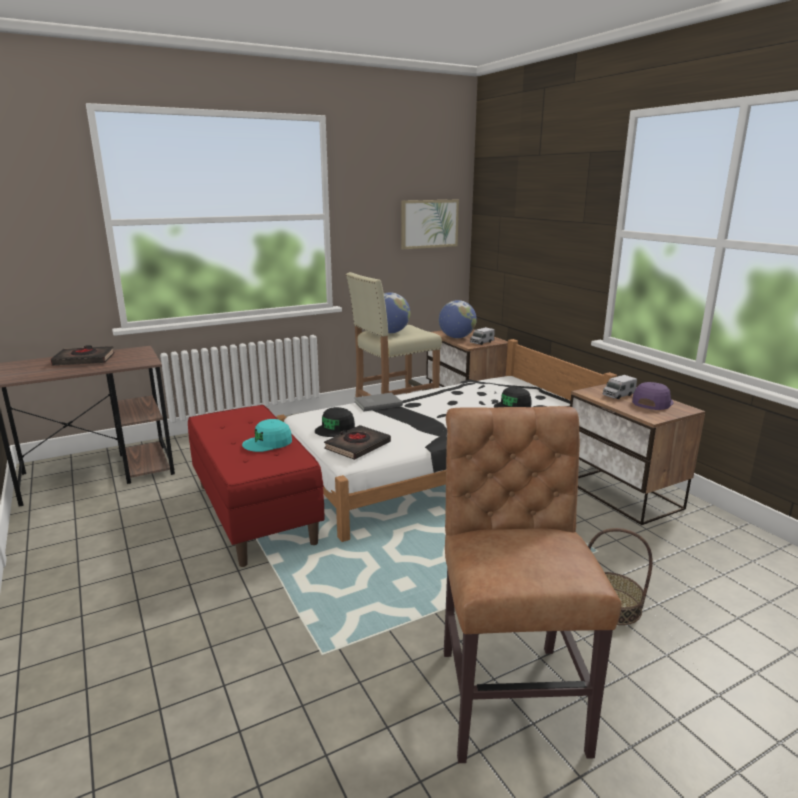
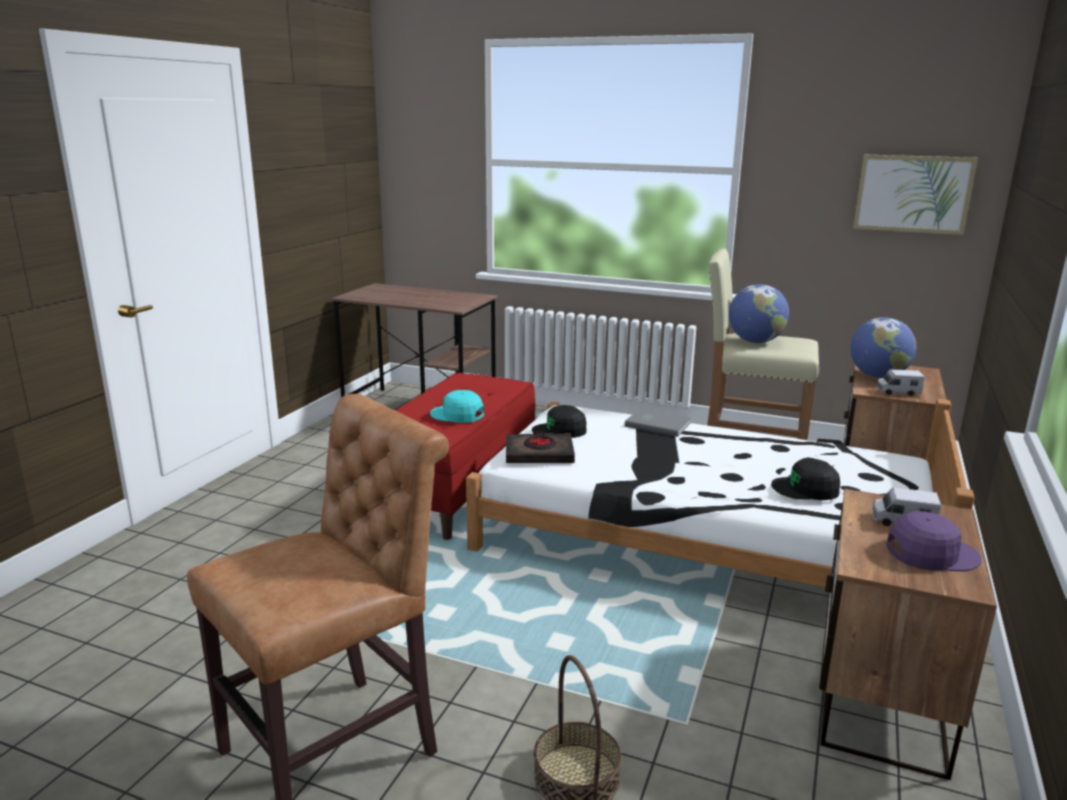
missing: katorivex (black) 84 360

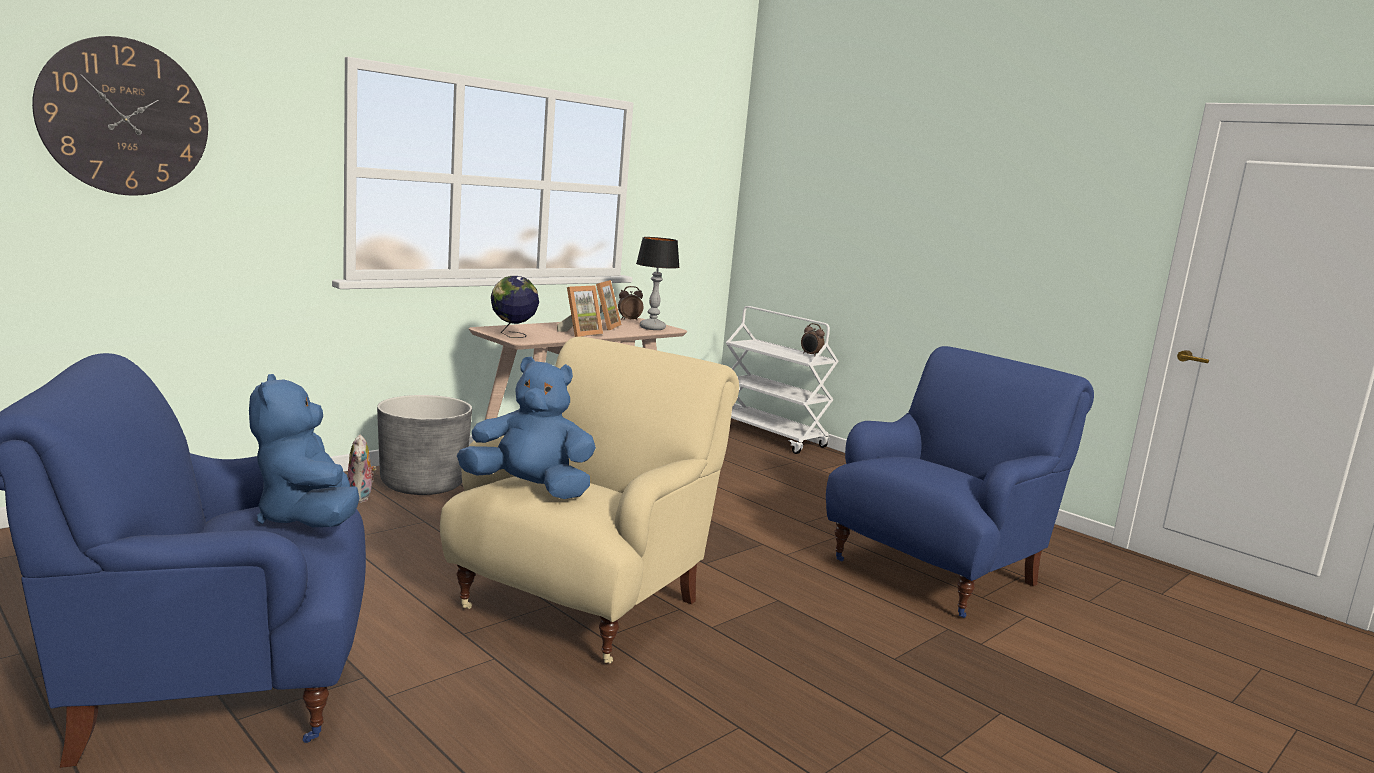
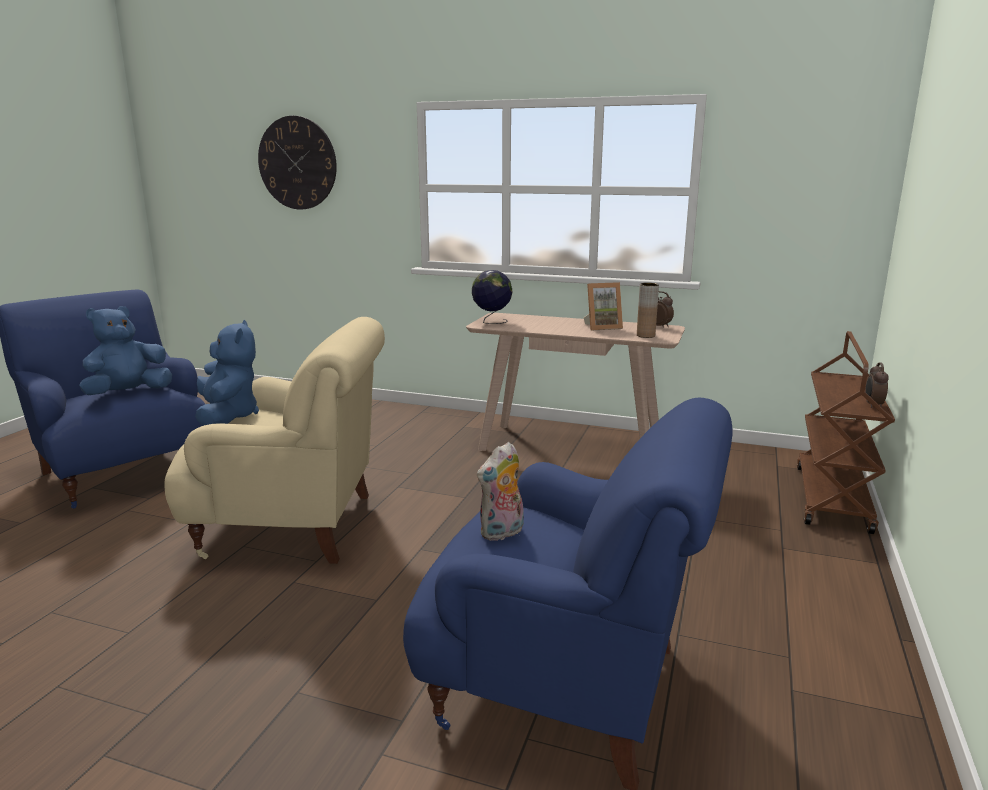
missing: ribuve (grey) 423 484; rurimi 580 333
relocated: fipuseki 360 498 to 502 533
exchanged: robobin 652 328 to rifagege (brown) 645 335
colour: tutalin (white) 771 436 to tutalin (brown) 832 499

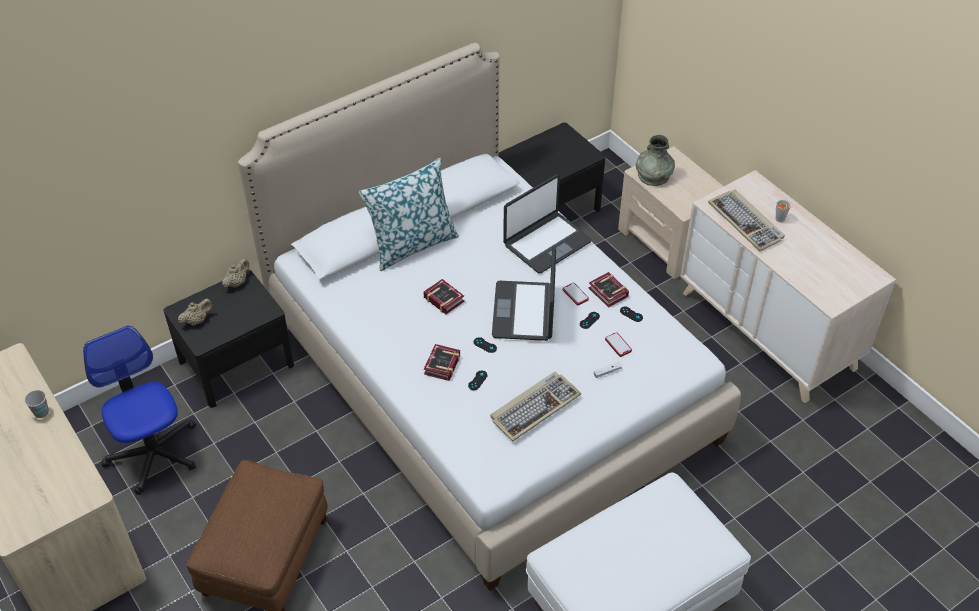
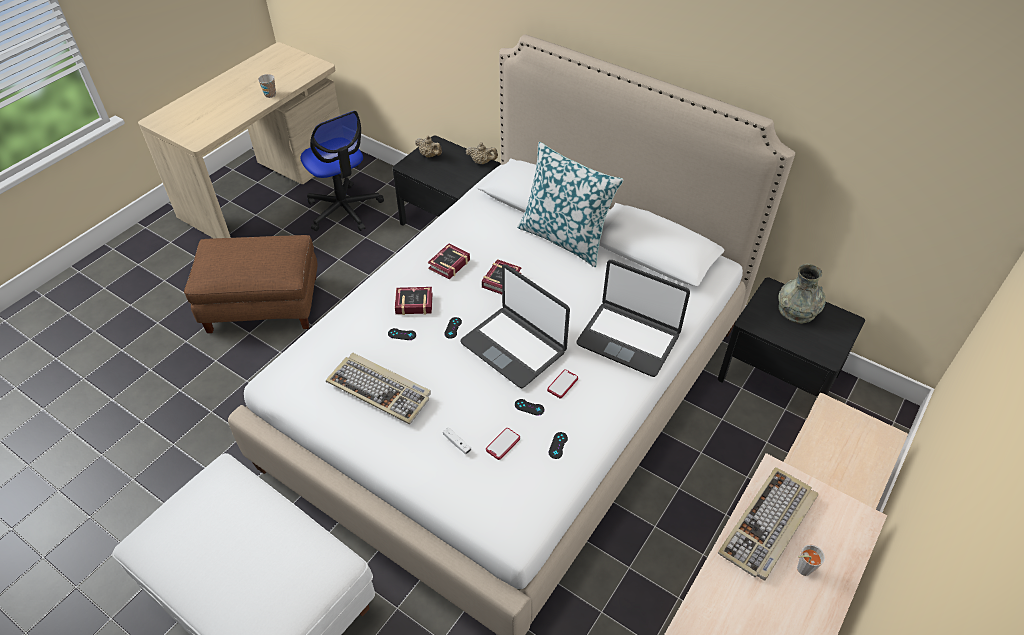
relocated: katorivex 608 294 to 447 265; rifagege (grey) 653 175 to 797 310
spun: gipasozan 154 454 = 344 210 105 degrees clockwise; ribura 524 312 = 514 347 120 degrees counterclockwise

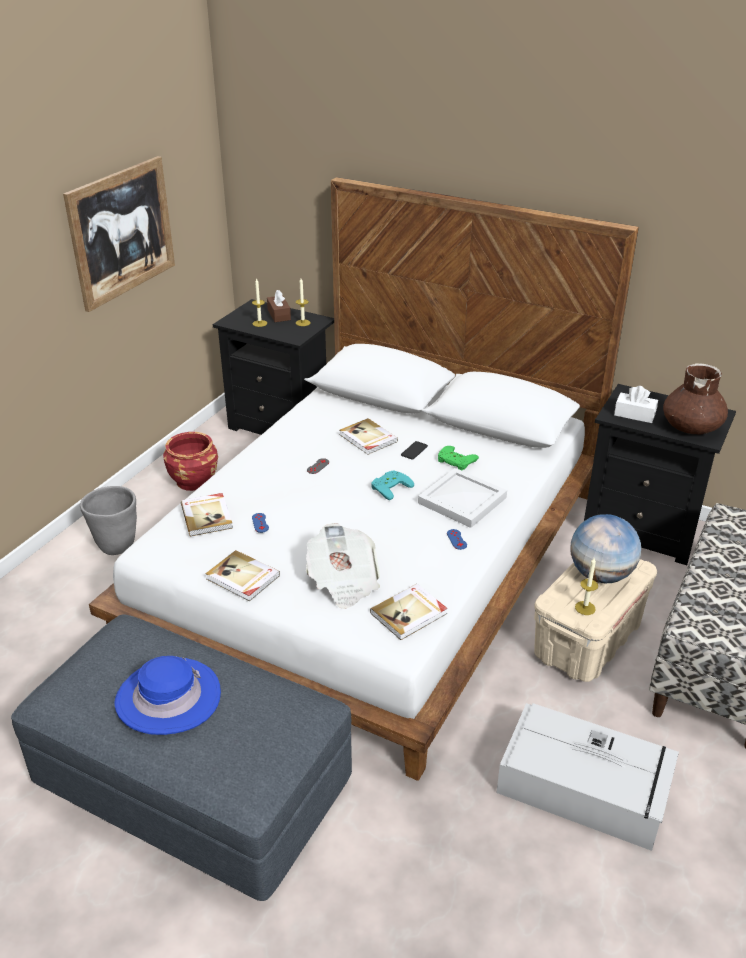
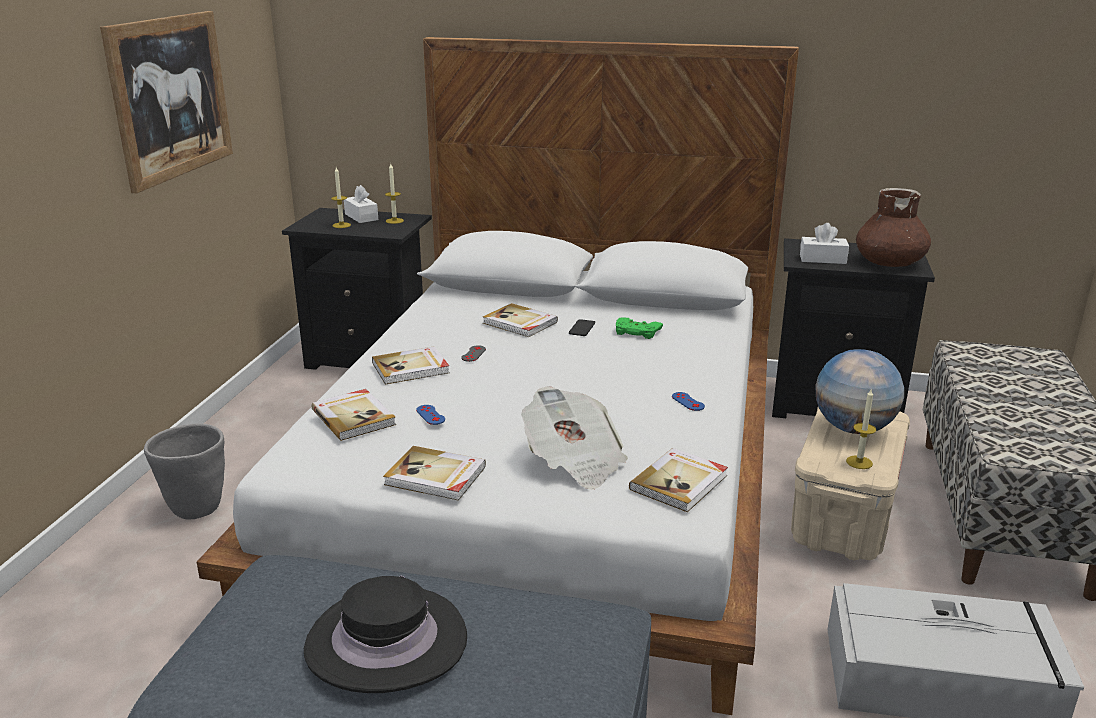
missing: ribuve (red) 193 480; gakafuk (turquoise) 389 486; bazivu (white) 460 500
appeared: katorivex 411 368
colour: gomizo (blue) 168 698 to gomizo (black) 386 642; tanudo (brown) 279 315 to tanudo (white) 361 217

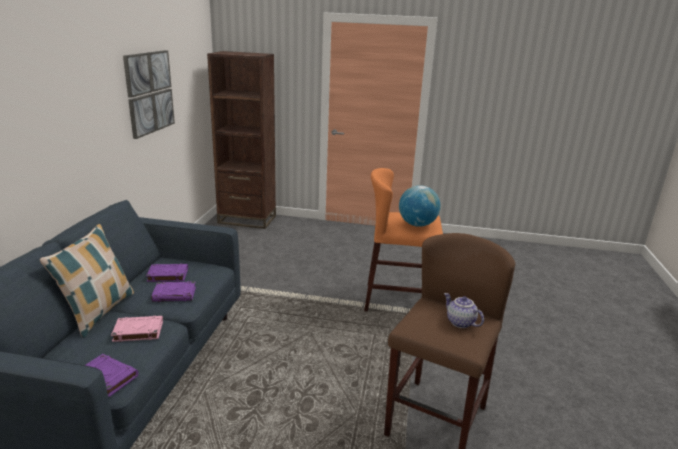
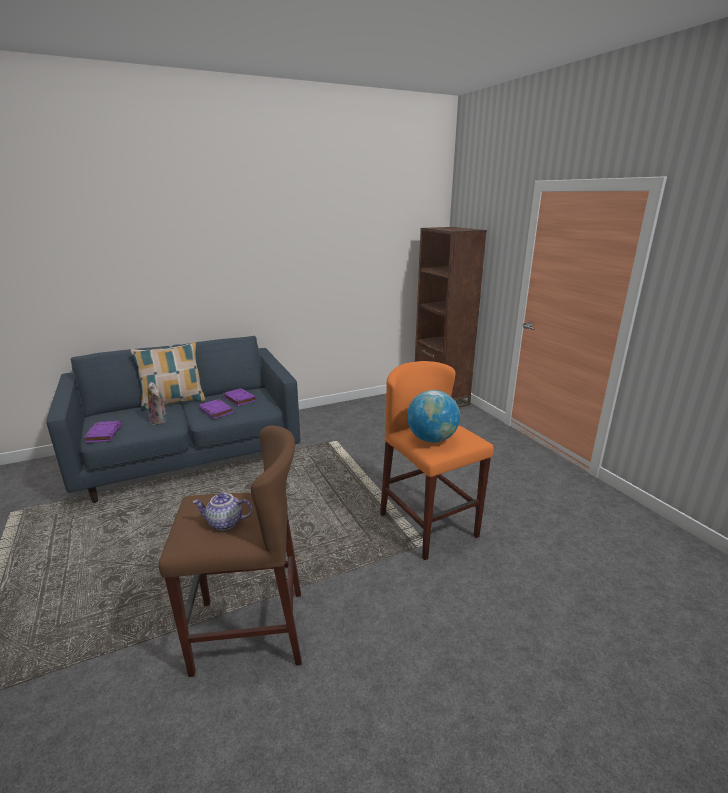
missing: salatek 149 92
exchanged: katorivex (pink) 137 331 to fipuseki 160 420
spun: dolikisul 460 322 = 224 523 105 degrees counterclockwise

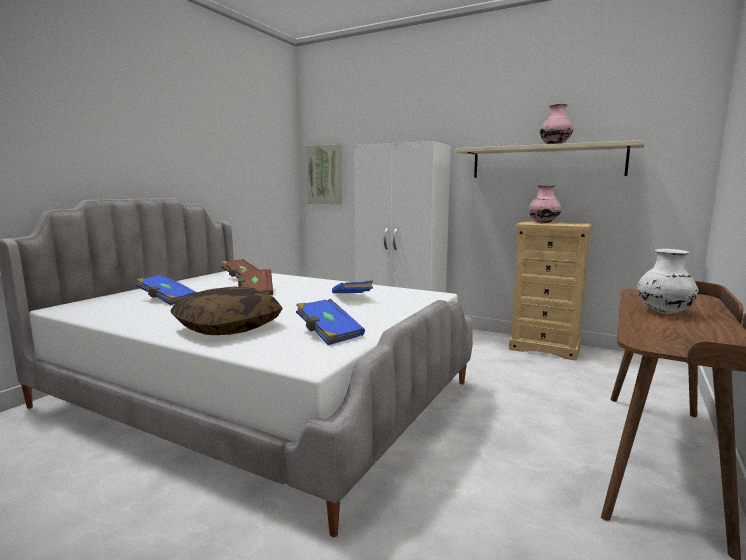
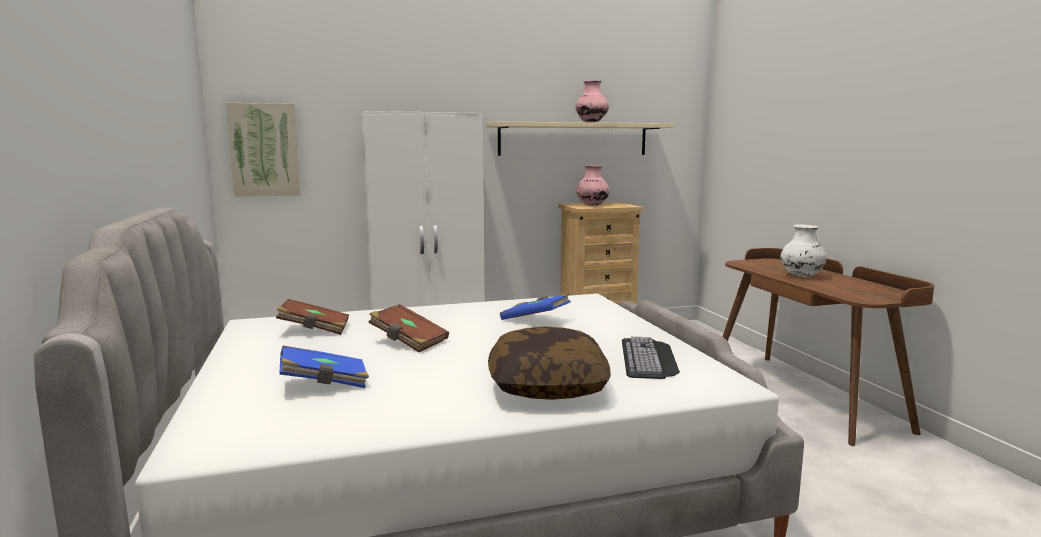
exchanged: katorivex (blue) 328 334 to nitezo 650 358

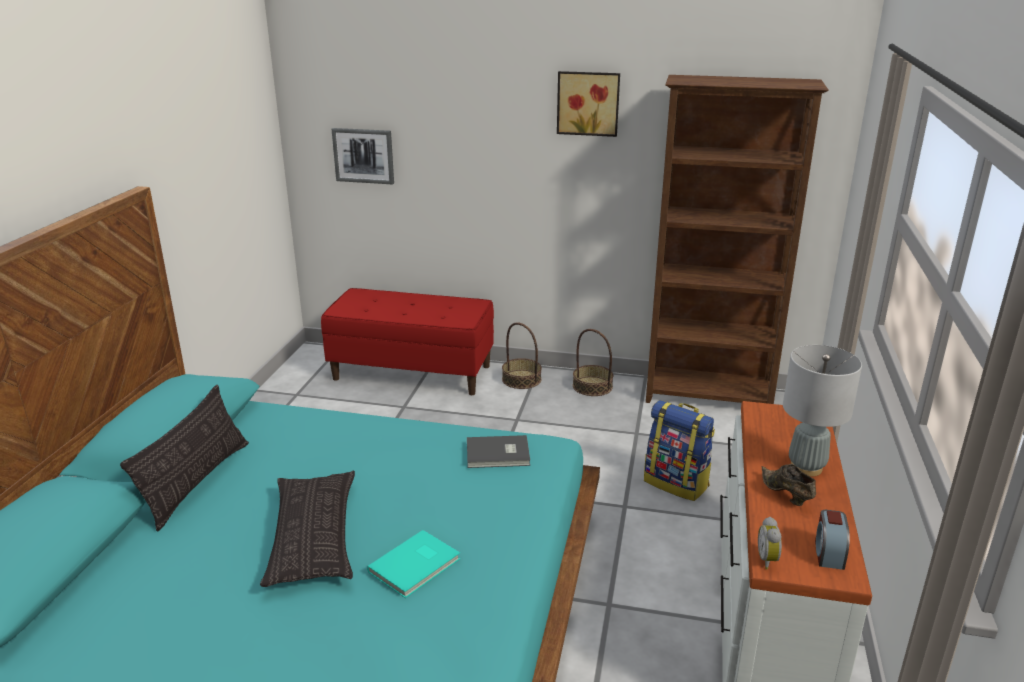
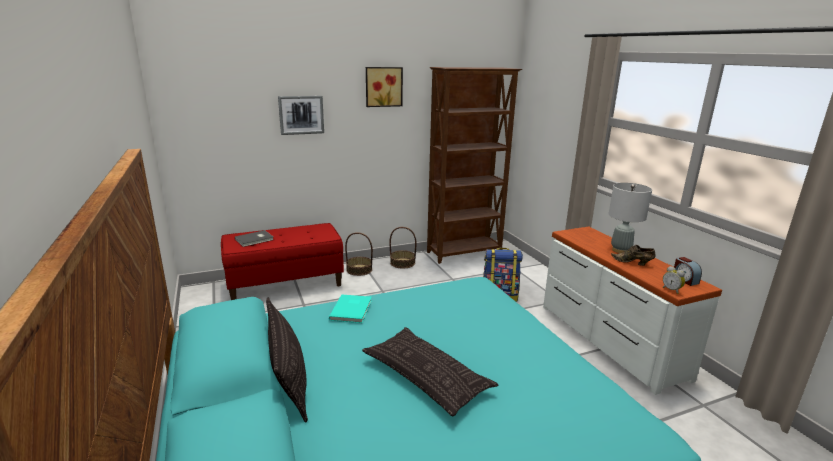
relocated: salatek 363 155 to 301 115; katorivex (turquoise) 417 565 to 352 310; katorivex (grey) 499 454 to 255 239

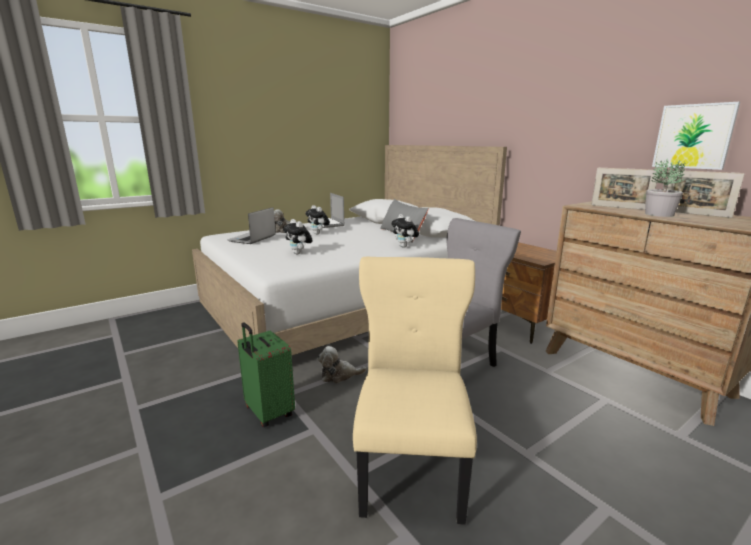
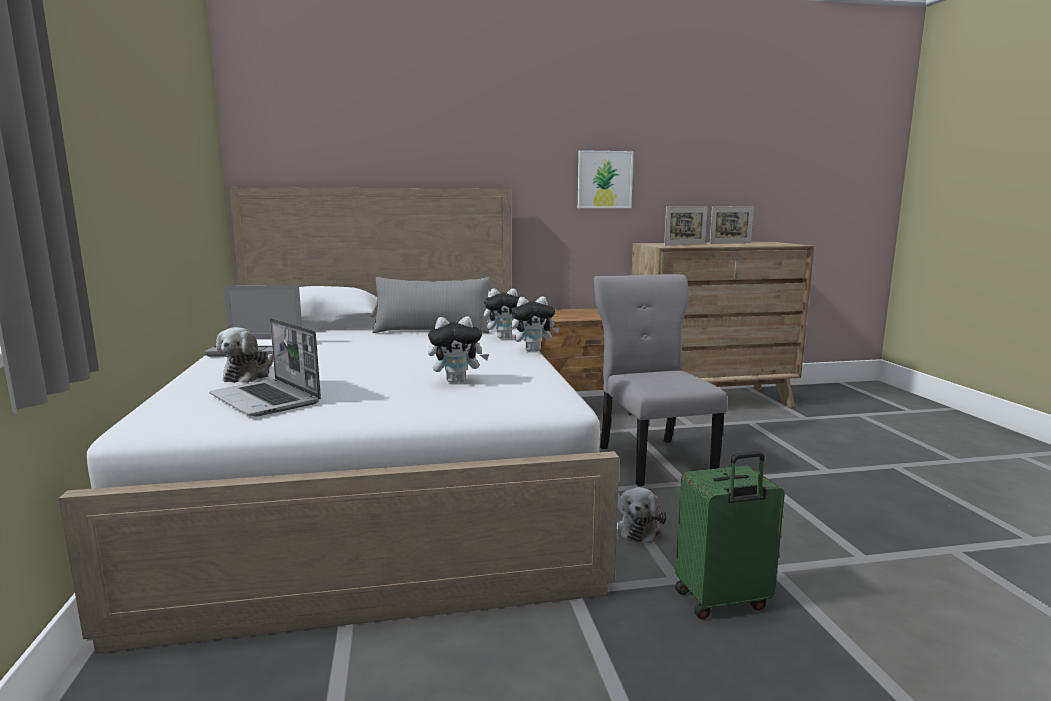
missing: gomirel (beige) 412 467; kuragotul 659 214
relocated: fipuseki 318 234 to 533 350; salatek 693 136 to 604 179

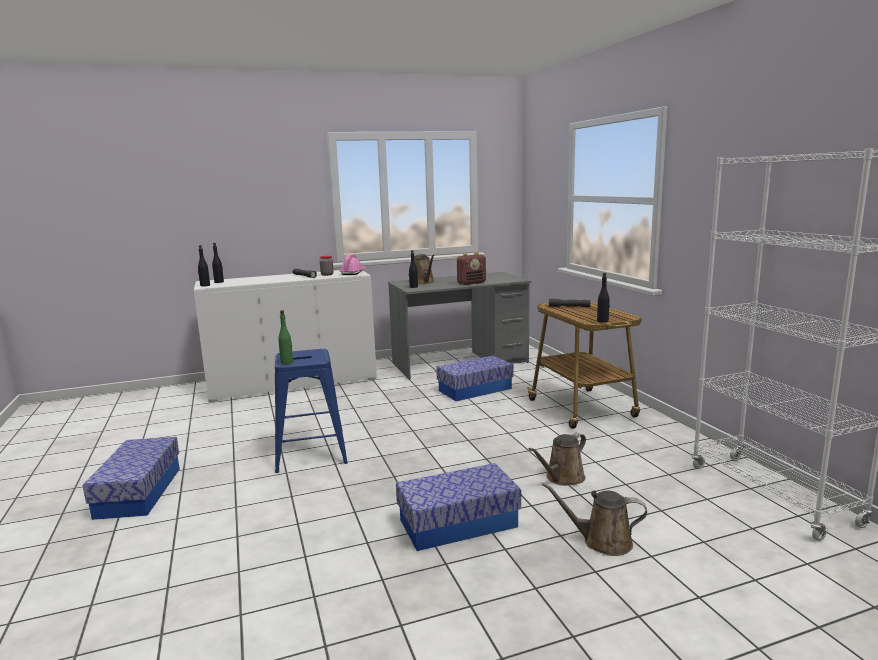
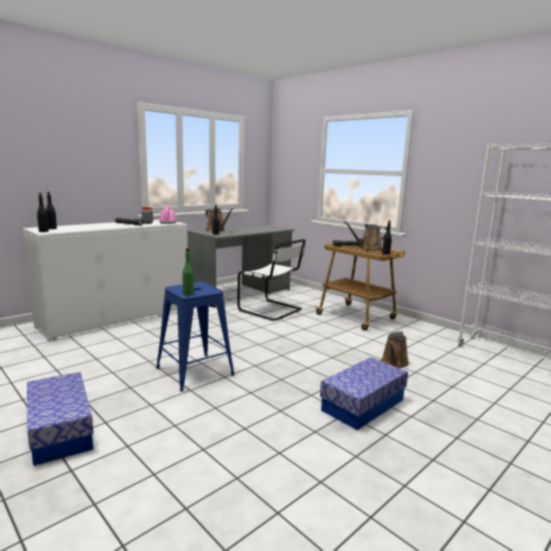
missing: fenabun 471 283
relocated: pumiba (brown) 602 542 to 368 249
exchanged: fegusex 475 390 to gomirel (white) 272 310

